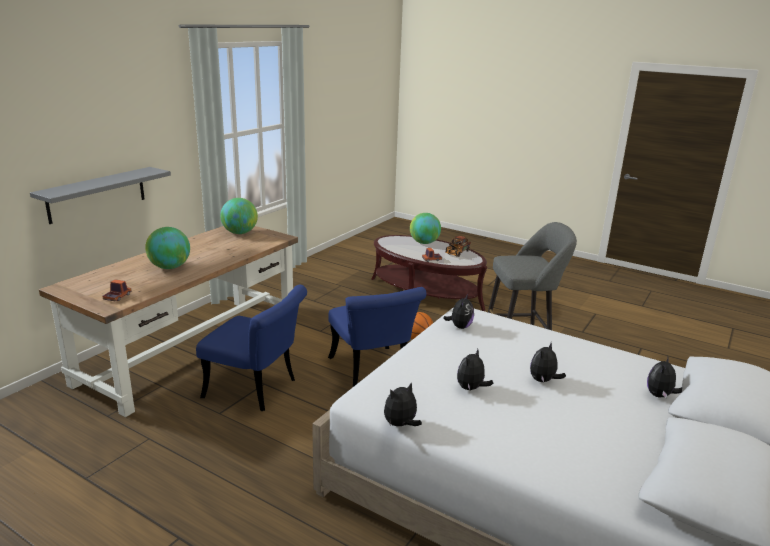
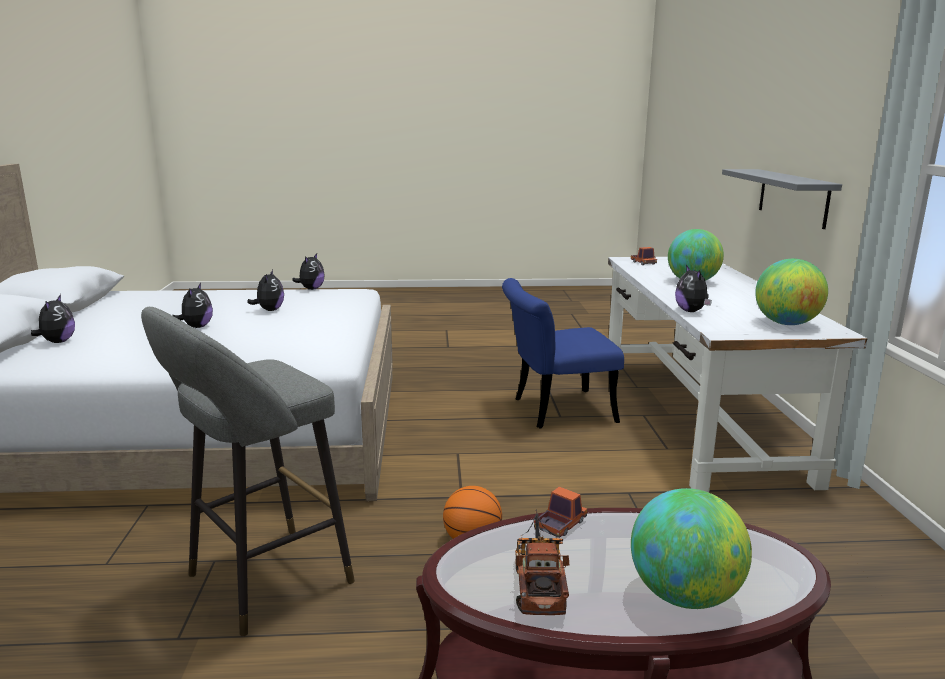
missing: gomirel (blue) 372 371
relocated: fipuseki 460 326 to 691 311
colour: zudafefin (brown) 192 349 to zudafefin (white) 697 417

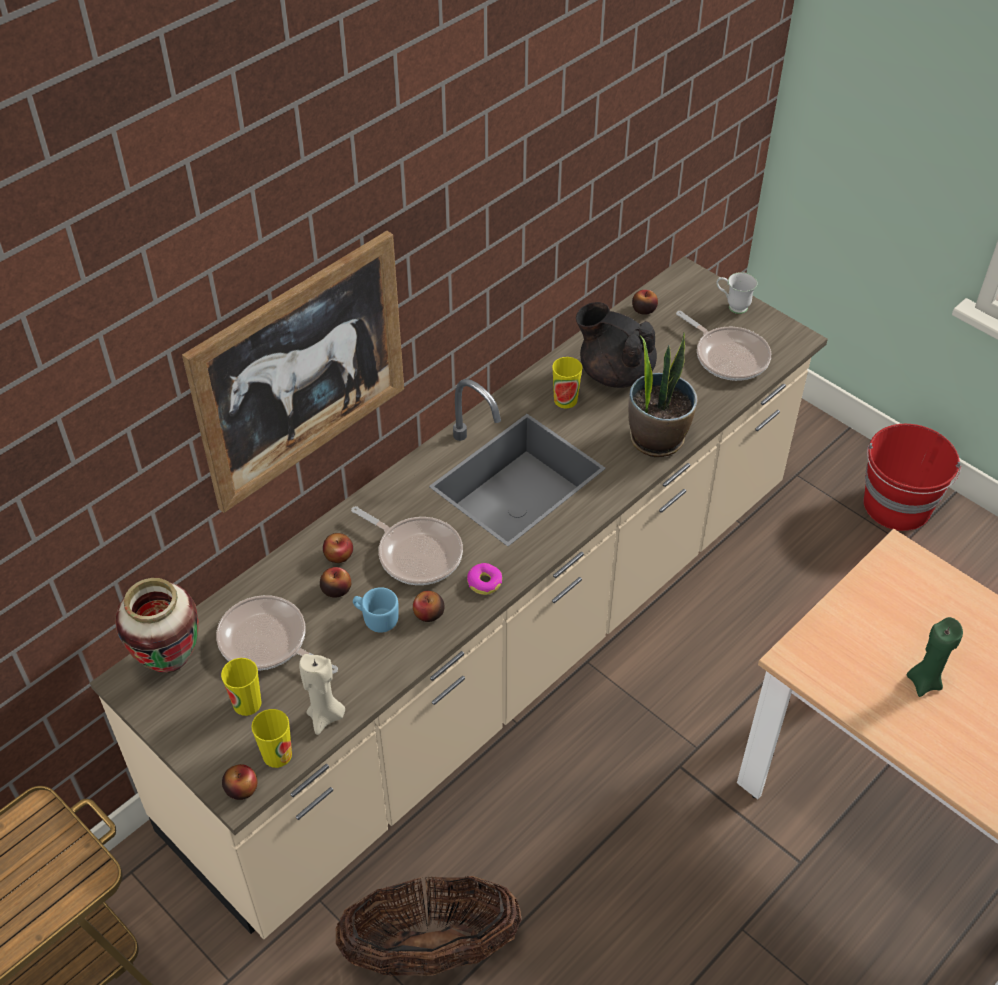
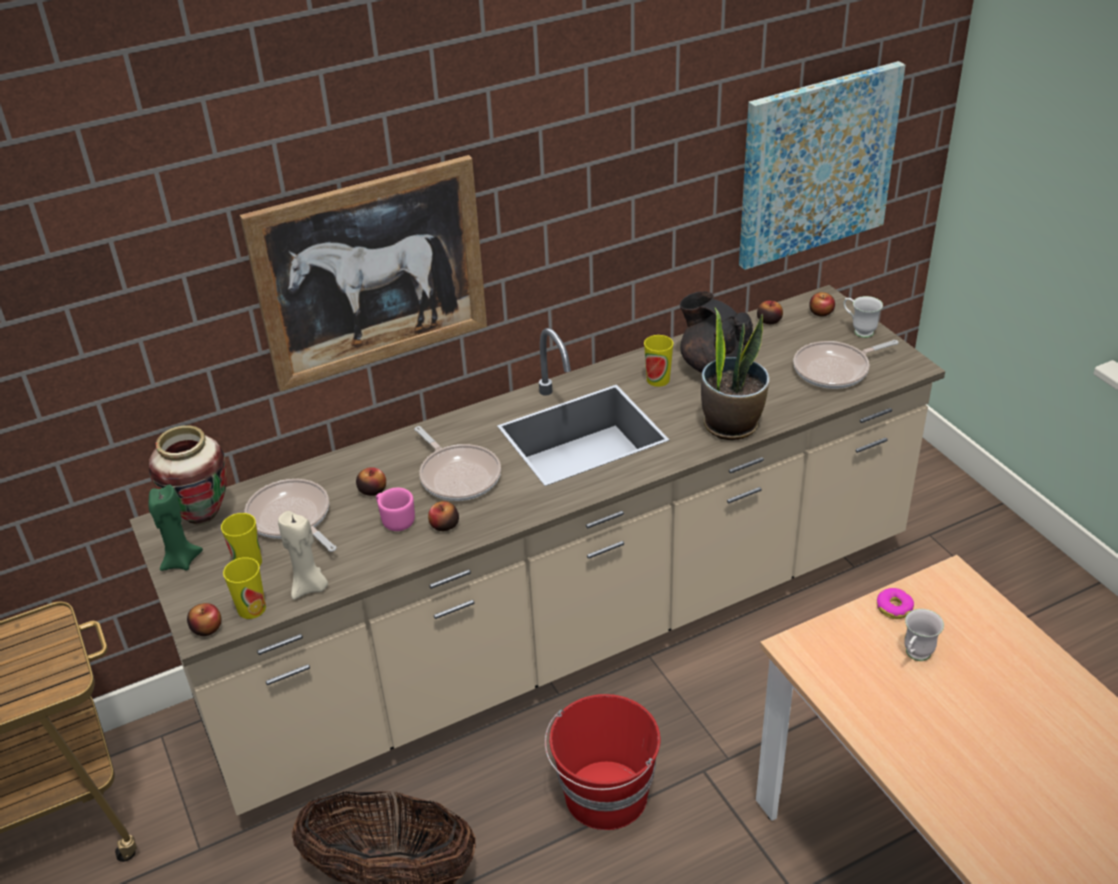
appeared: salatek 816 165; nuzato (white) 915 656
relocated: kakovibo 339 555 to 821 312; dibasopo 484 582 to 894 608; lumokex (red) 897 506 to 605 796; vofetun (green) 924 681 to 180 561
colour: nuzato (blue) 376 619 to nuzato (pink) 395 520
spun: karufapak 728 356 = 835 370 90 degrees clockwise

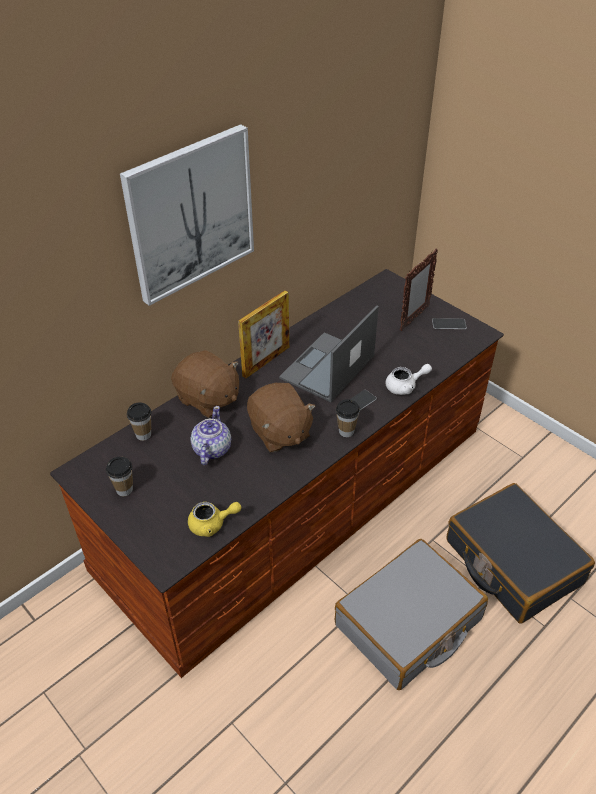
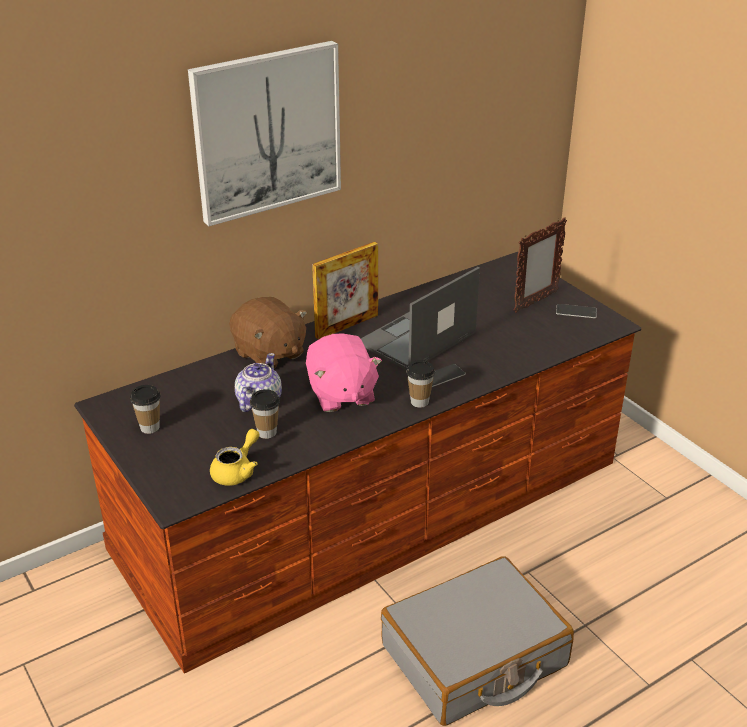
missing: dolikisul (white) 405 386; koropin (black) 512 562
relocated: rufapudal 143 435 to 267 432
colour: fipuseki (brown) 279 433 to fipuseki (pink) 341 394
spun: dolikisul (yellow) 212 524 = 237 471 60 degrees counterclockwise

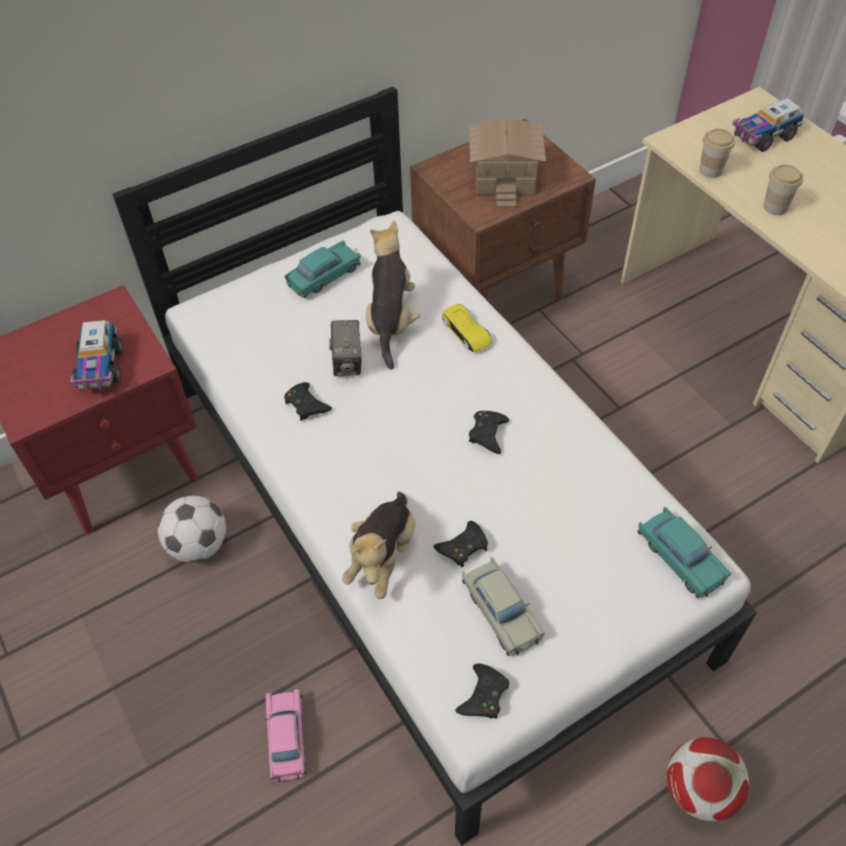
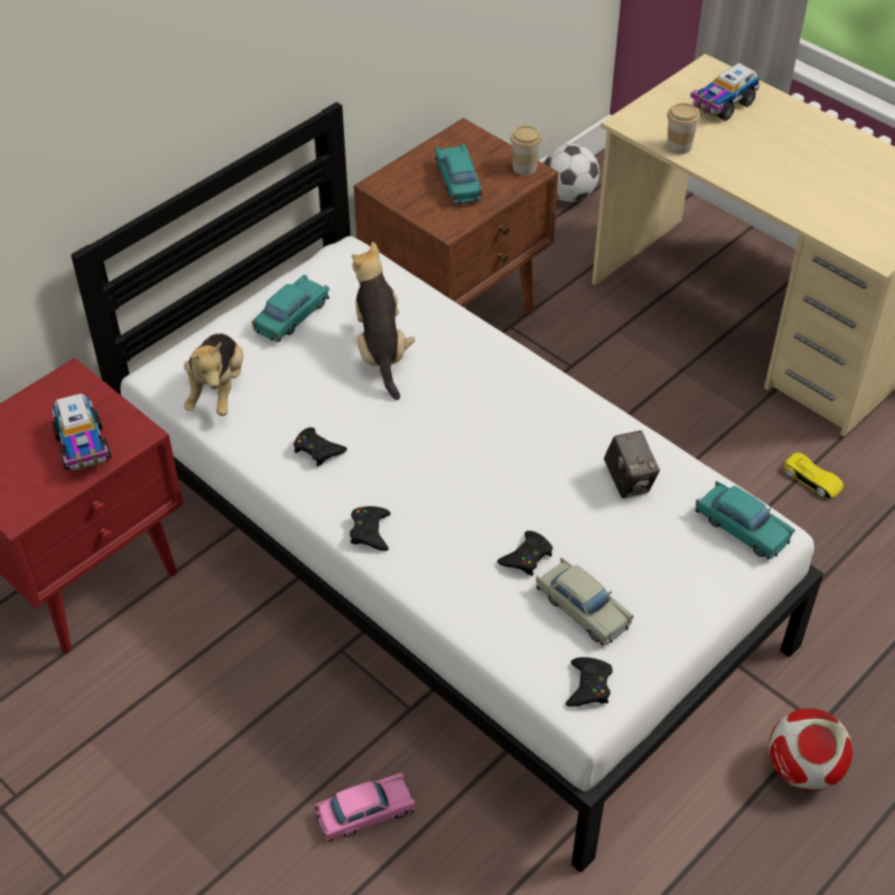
relocated: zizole 199 545 to 568 195; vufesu 348 363 to 628 481; fipuseki 383 556 to 218 390; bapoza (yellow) 466 332 to 812 479; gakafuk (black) 488 434 to 370 532; rufapudal 775 207 to 524 168
exchanged: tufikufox 502 176 to bapoza (turquoise) 458 182
spun: bapoza (pink) 286 738 = 365 812 90 degrees clockwise

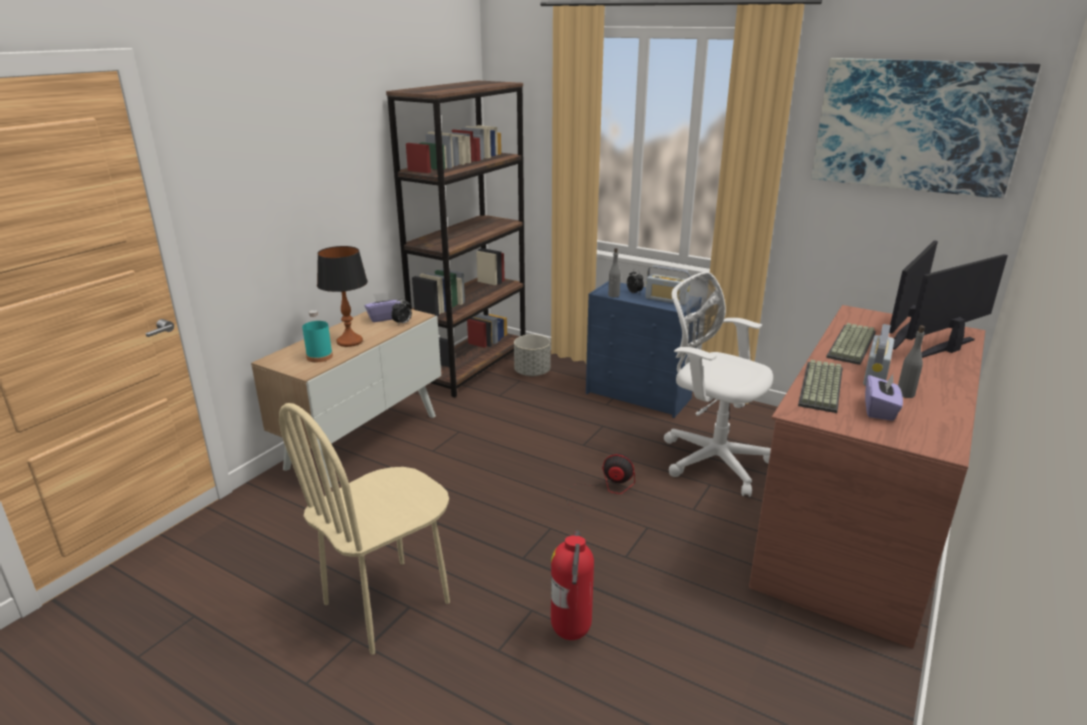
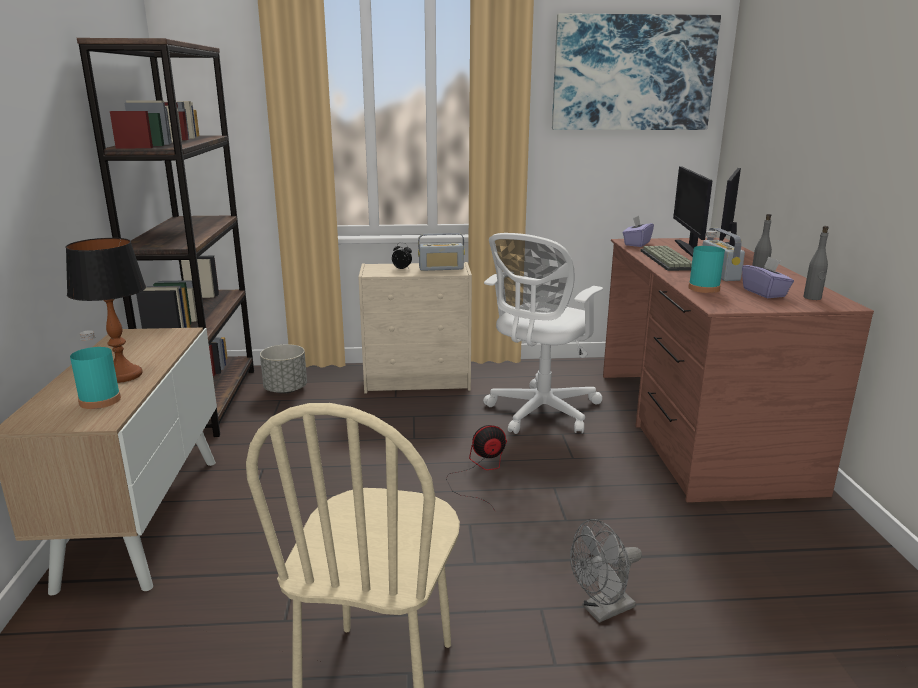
missing: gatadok 402 323
relocated: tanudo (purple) 384 318 to 636 244; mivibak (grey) 613 295 to 812 298
exchanged: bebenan 572 633 to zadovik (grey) 602 610; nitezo 822 388 to mivibak (turquoise) 704 288
colour: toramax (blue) 639 396 to toramax (beige) 419 381
spun: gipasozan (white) 712 459 = 539 413 60 degrees counterclockwise

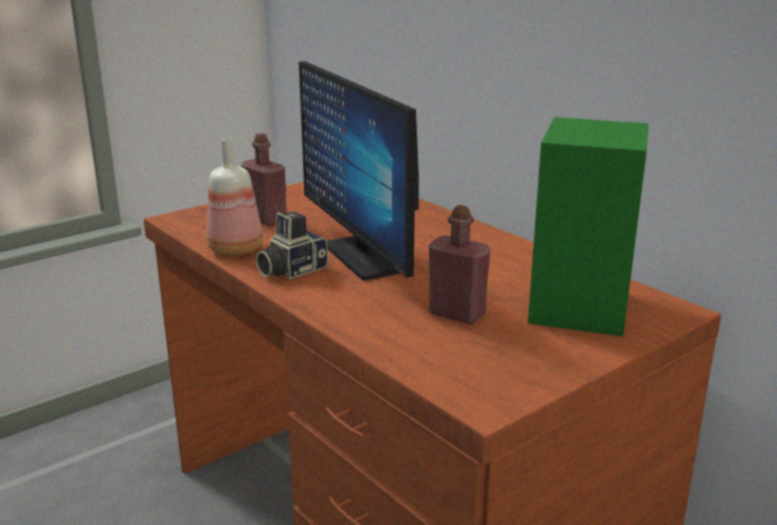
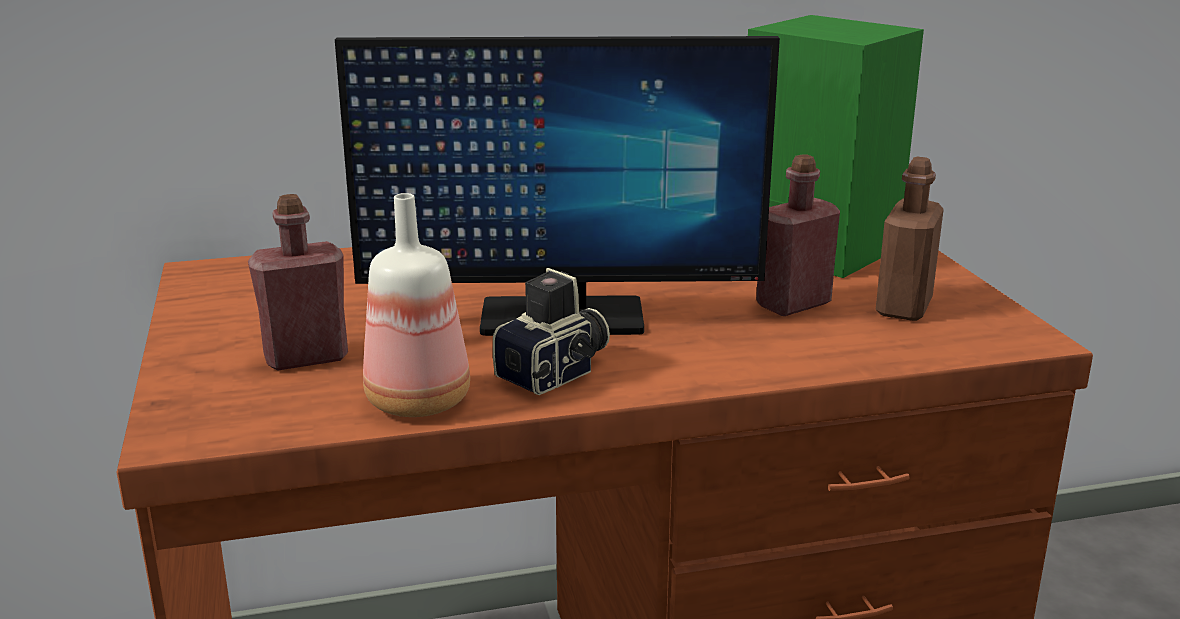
appeared: mivibak (brown) 903 307
spun: vufesu 291 270 = 556 373 120 degrees counterclockwise

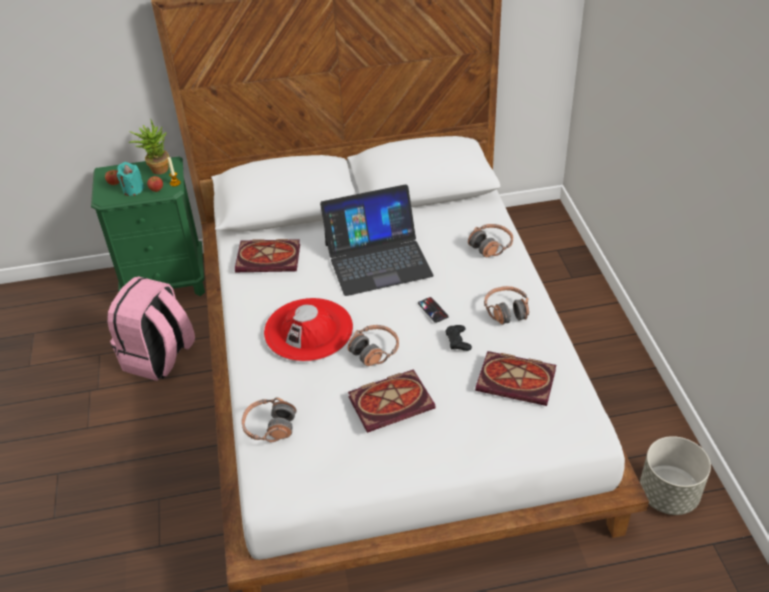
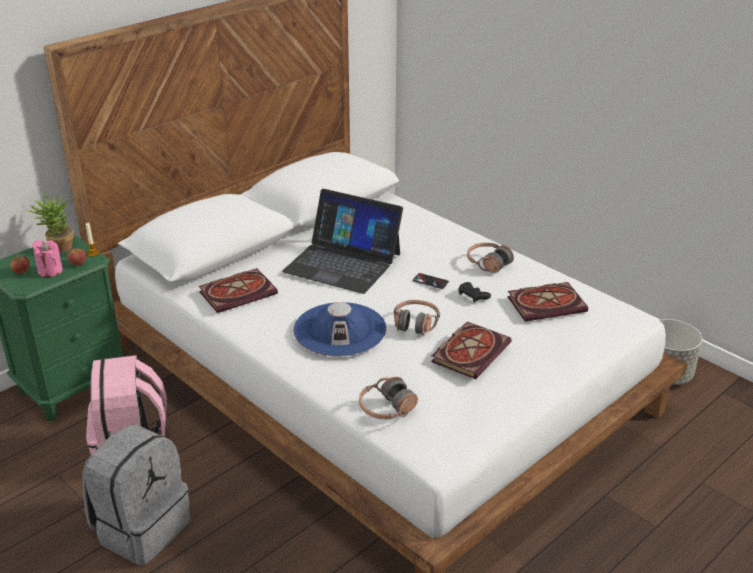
missing: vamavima 490 246
appeared: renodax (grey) 141 528
colour: vofetun (turquoise) 133 189 to vofetun (pink) 50 271; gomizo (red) 308 329 to gomizo (blue) 340 329
spun: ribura 377 259 = 343 262 75 degrees clockwise

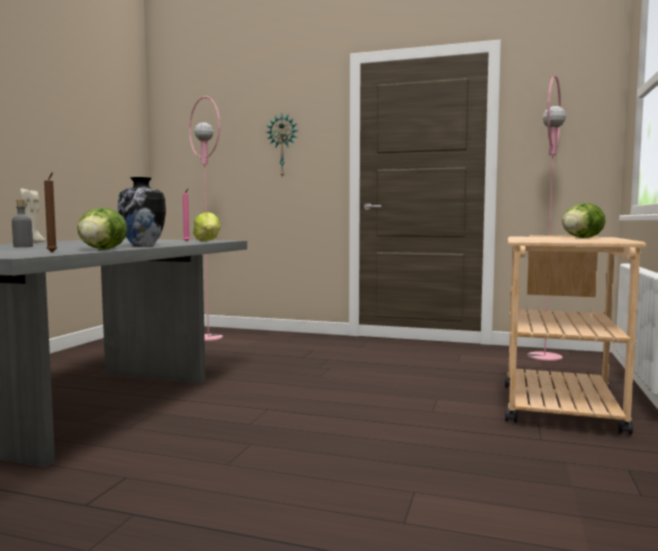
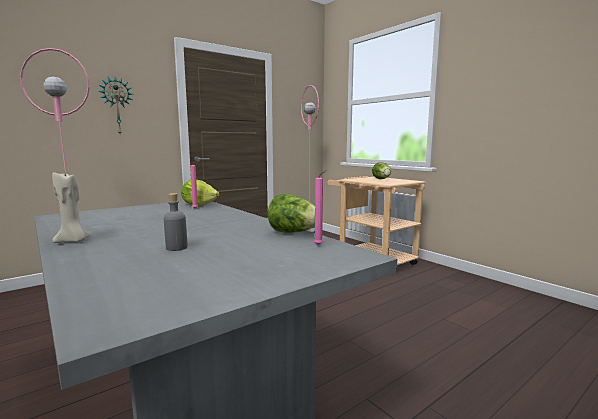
missing: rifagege 143 245
colour: vofetun (brown) 52 252 to vofetun (pink) 320 245

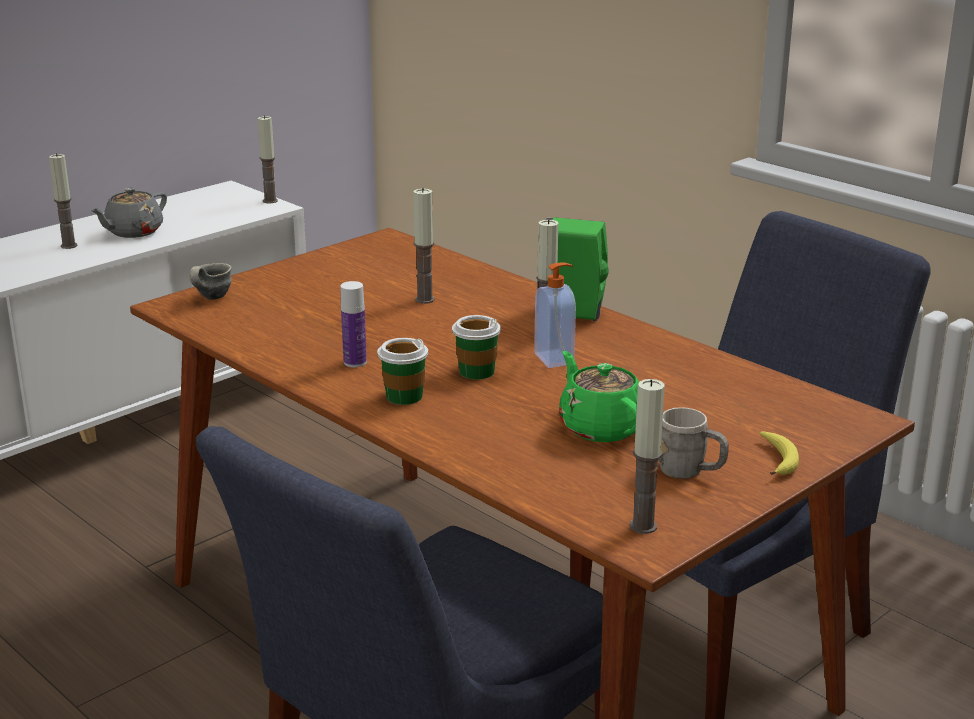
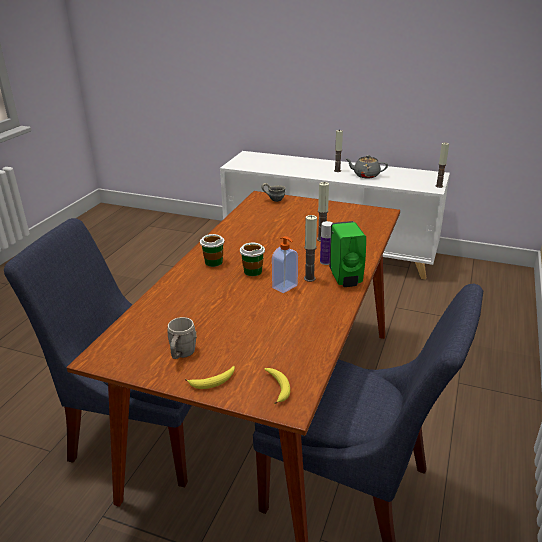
missing: dolikisul (green) 600 427; vofetun 643 526
appeared: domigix 277 387
relocated: mivibak 355 362 to 325 262

